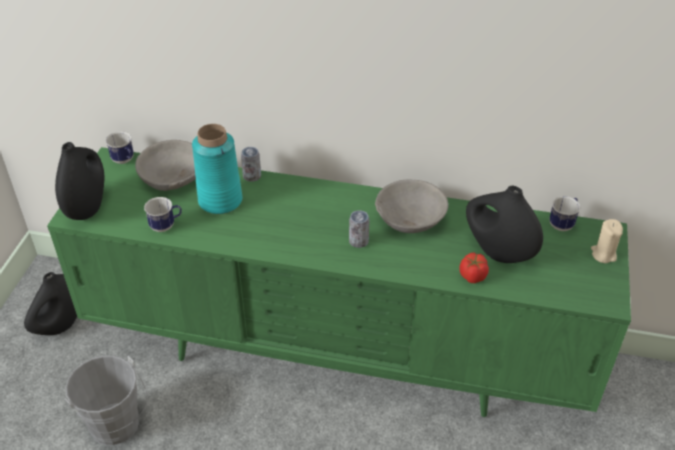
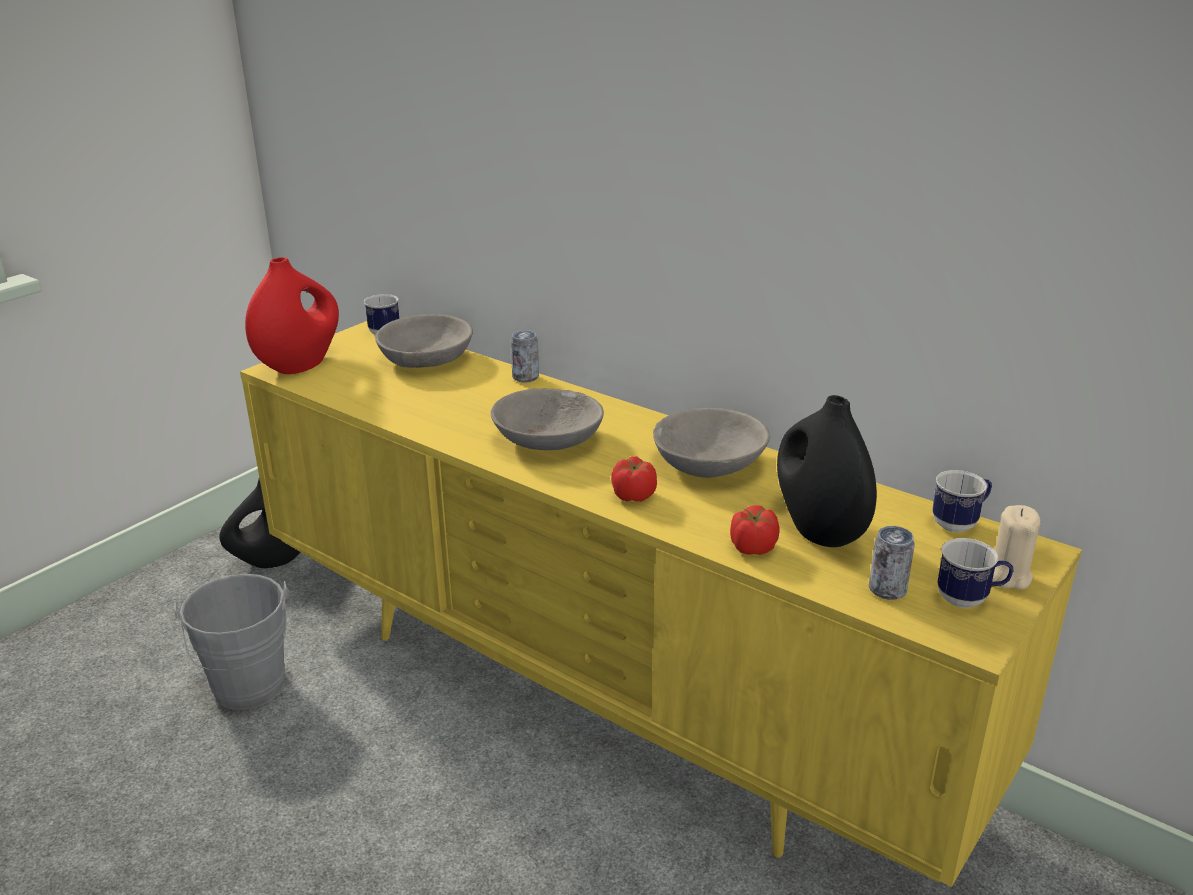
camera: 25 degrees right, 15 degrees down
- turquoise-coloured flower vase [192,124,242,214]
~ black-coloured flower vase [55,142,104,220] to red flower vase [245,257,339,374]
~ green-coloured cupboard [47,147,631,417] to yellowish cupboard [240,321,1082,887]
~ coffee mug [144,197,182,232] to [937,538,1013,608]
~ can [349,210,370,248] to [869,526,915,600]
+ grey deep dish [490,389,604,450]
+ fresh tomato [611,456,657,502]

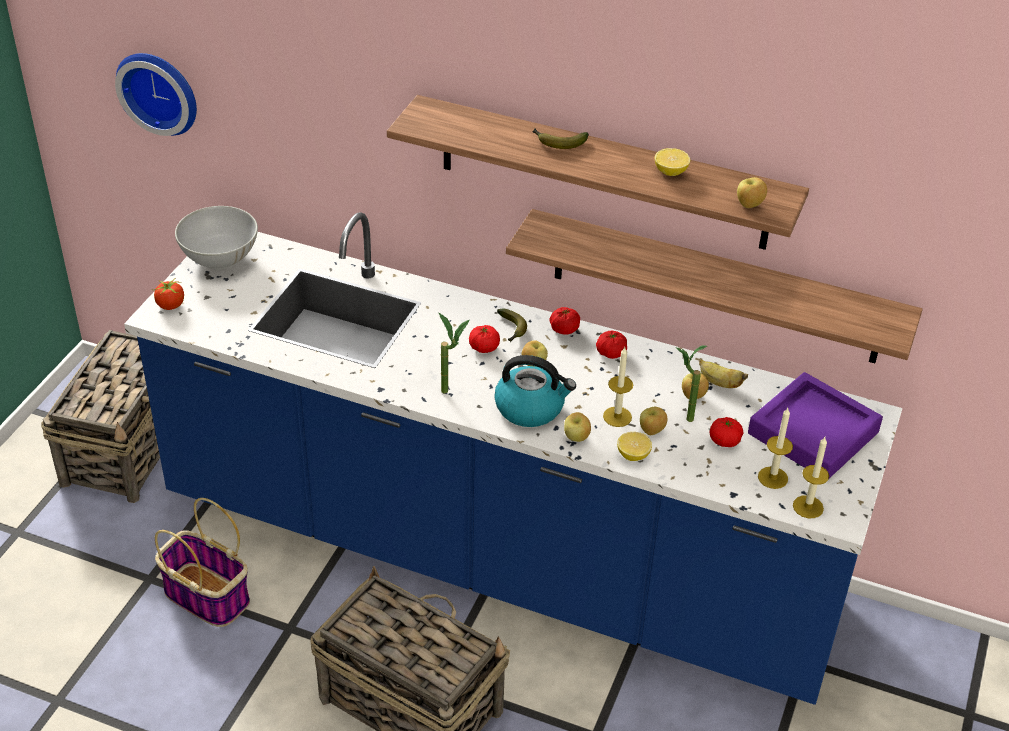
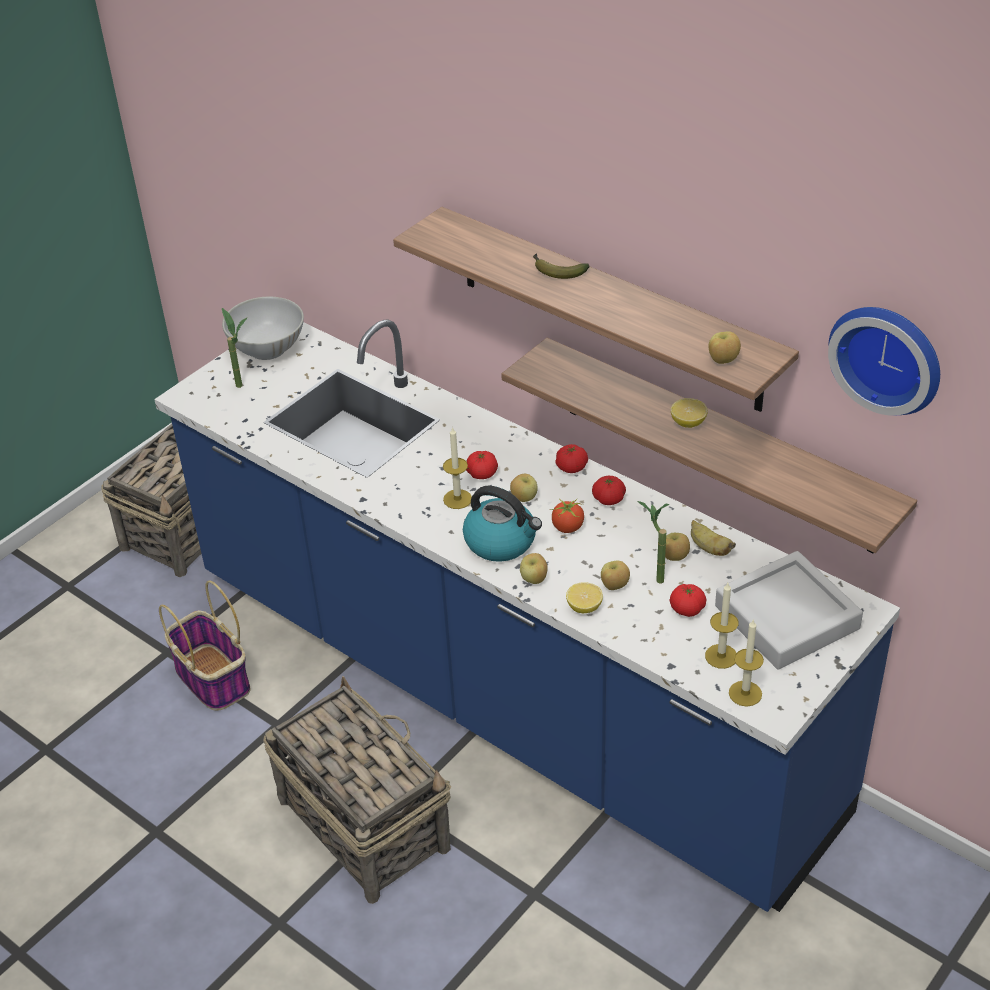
camera: 20 degrees right, 0 degrees up
~ wall clock [115,53,197,136] to [828,307,940,416]
~ whole lemon [655,148,690,176] to [671,398,708,428]
~ fresh tomato [151,279,184,310] to [550,498,584,533]
- whole banana [497,308,527,342]
~ plant in a pot [439,313,469,394] to [222,308,247,388]
~ candle [603,347,633,427] to [443,426,472,509]
~ purple serving tray [748,372,883,478] to grey serving tray [715,551,863,670]

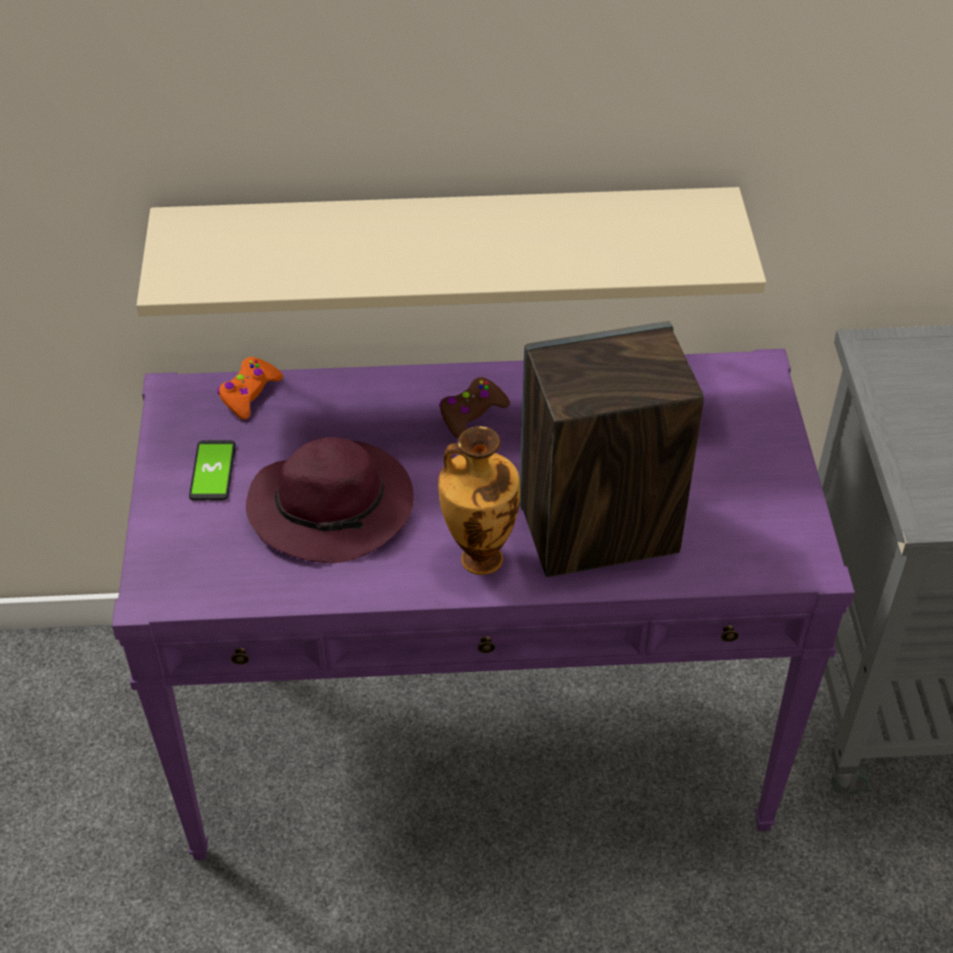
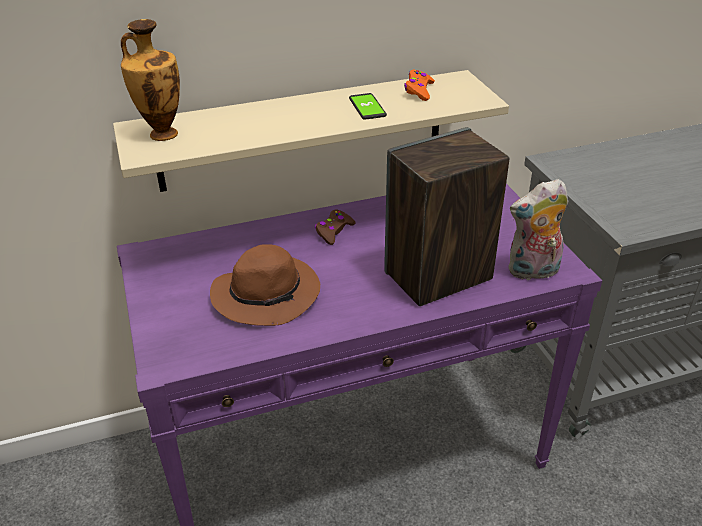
camera: 15 degrees left, 10 degrees down
~ orange game controller [217,357,283,420] to [404,70,435,101]
~ flower vase [438,426,520,575] to [121,19,180,141]
~ purple clothing hat [246,437,414,563] to brownish clothing hat [210,244,320,326]
~ telephone [189,440,236,501] to [349,93,387,120]
+ cuddly toy [508,179,568,281]

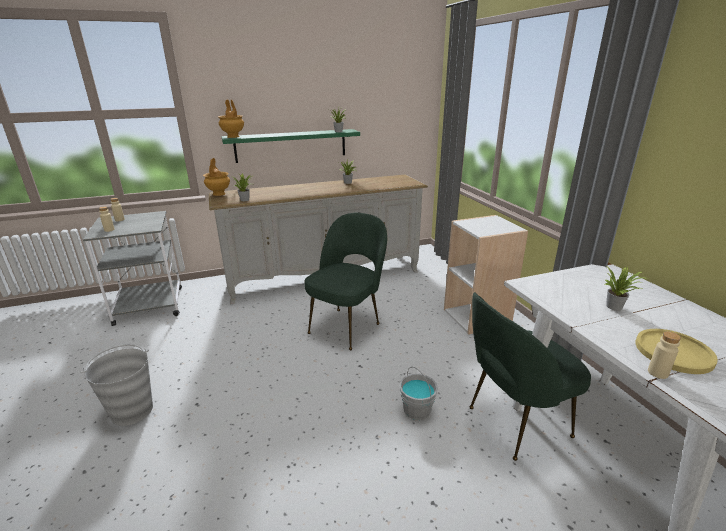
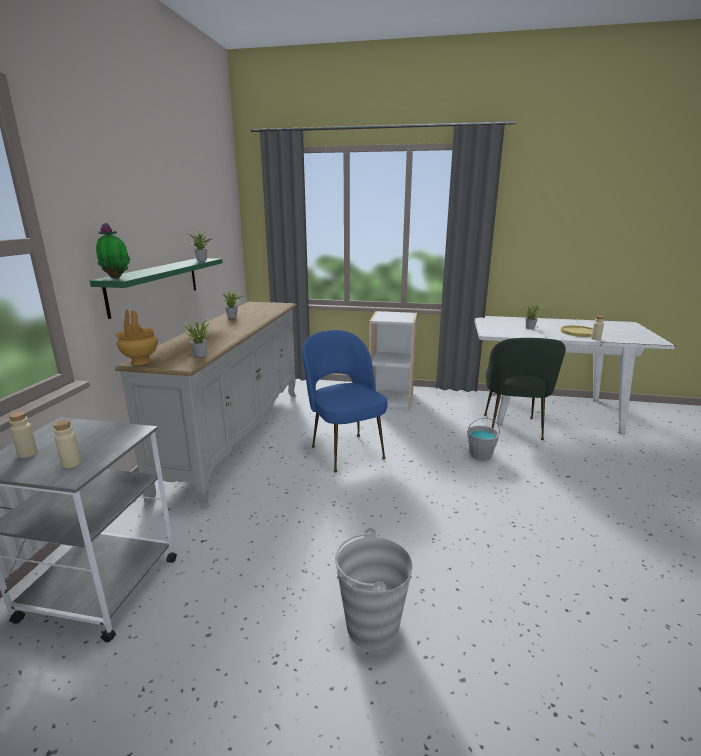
camera: 60 degrees left, 5 degrees down
~ brownish flower vase [218,100,244,138] to plant in a pot [96,223,130,279]
~ green-coloured upright chair [304,213,387,350] to blue upright chair [302,330,387,473]

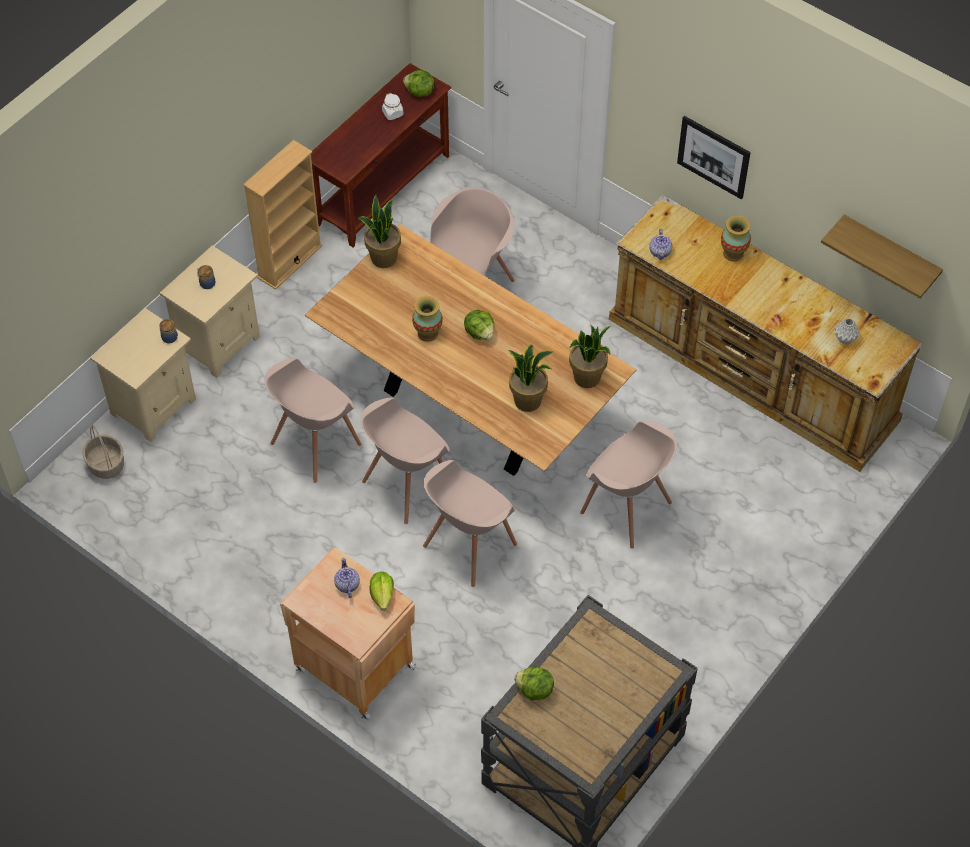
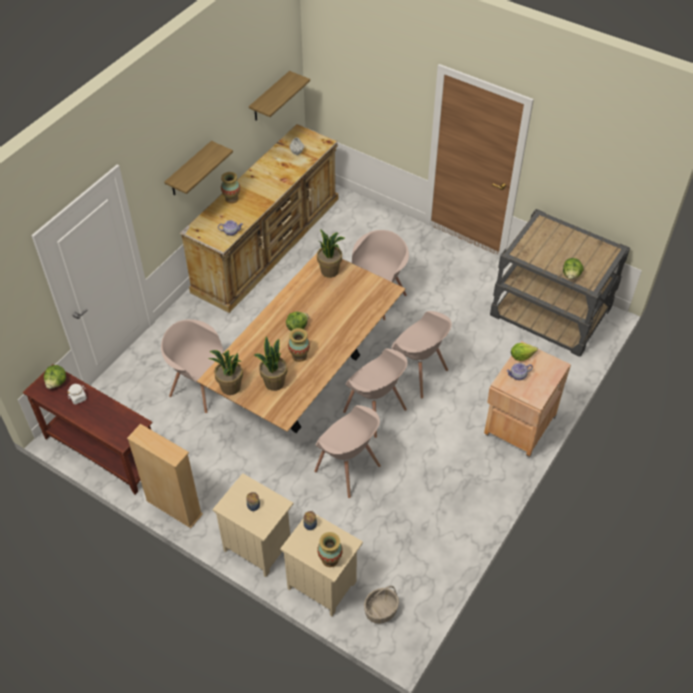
camera: 95 degrees left, 5 degrees down
~ wall art [677,116,751,200] to shelf [164,141,233,195]
~ plant in a pot [508,345,553,412] to [254,336,287,391]
+ flower vase [317,532,343,567]

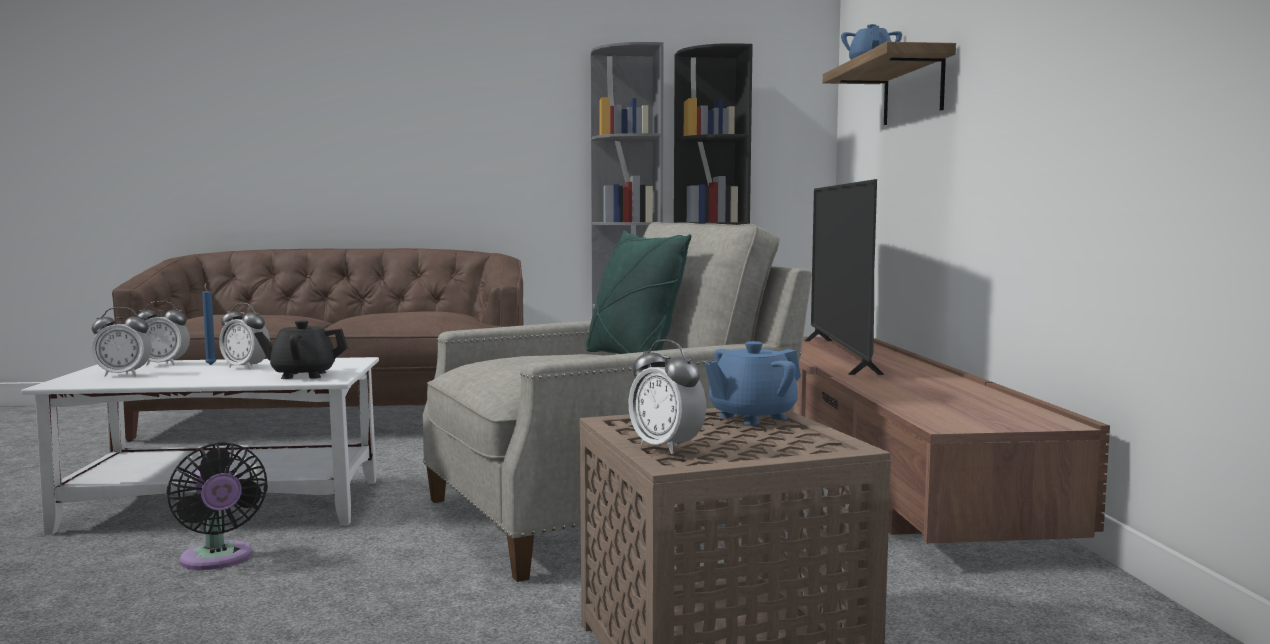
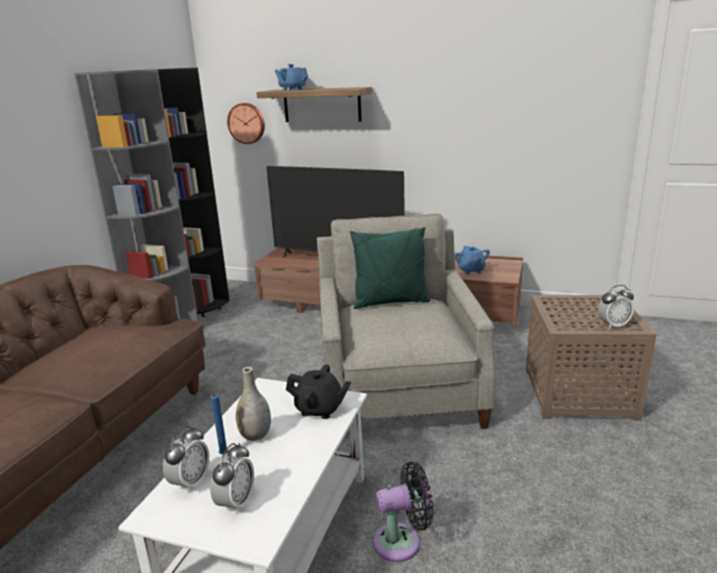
camera: 65 degrees left, 15 degrees up
~ alarm clock [219,303,270,370] to grey flower vase [236,367,271,441]
~ black-coloured pot for tea [254,320,348,379] = [286,364,351,419] 90 degrees counterclockwise
~ blue pot for tea [705,341,801,425] to [455,246,490,274]
+ wall clock [227,103,265,144]

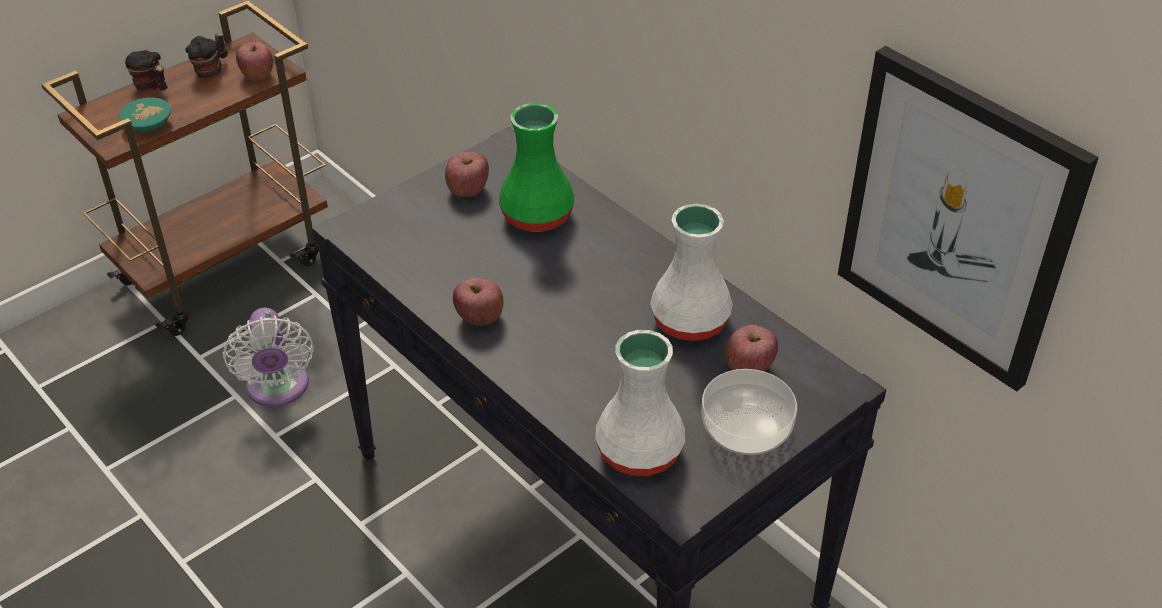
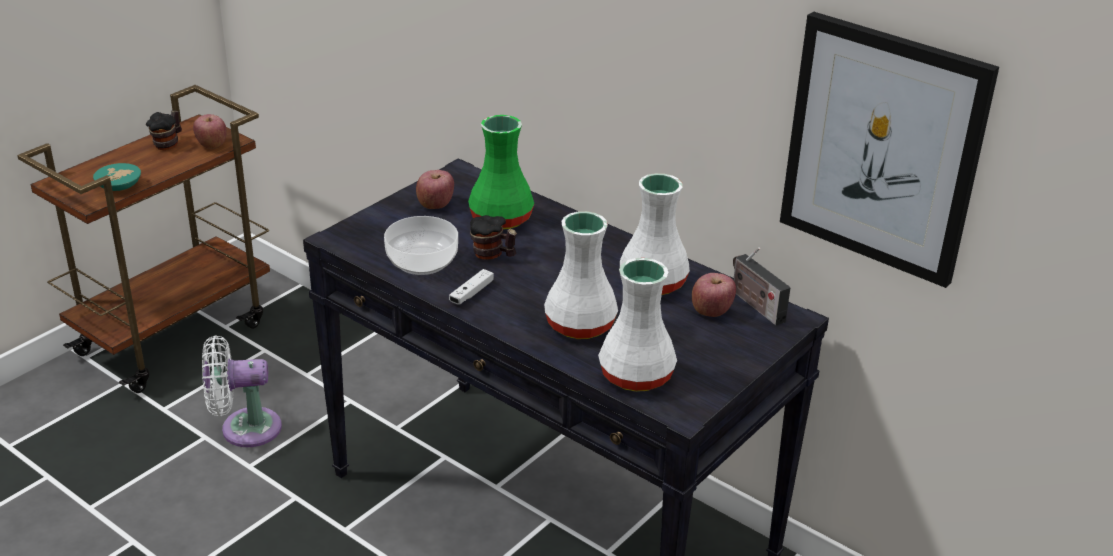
camera: 10 degrees left, 10 degrees down
~ coffee mug [125,50,168,92] to [470,215,517,260]
~ apple fruit [453,278,503,326] to whitish game controller [449,269,494,305]
~ whitish fan [223,307,314,407] = [202,336,282,447] 105 degrees clockwise
~ deep dish [702,369,797,455] to [384,216,458,275]
+ whitish flower vase [544,211,618,339]
+ radio [733,247,791,326]

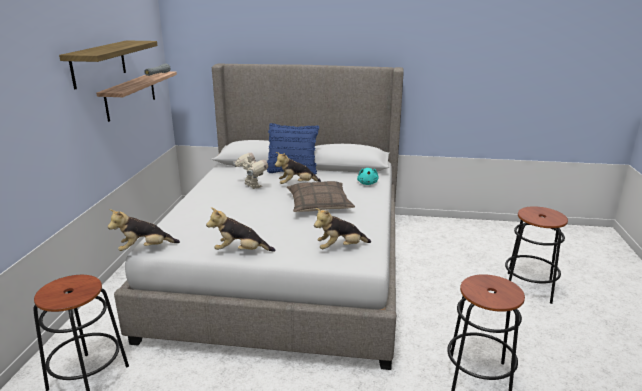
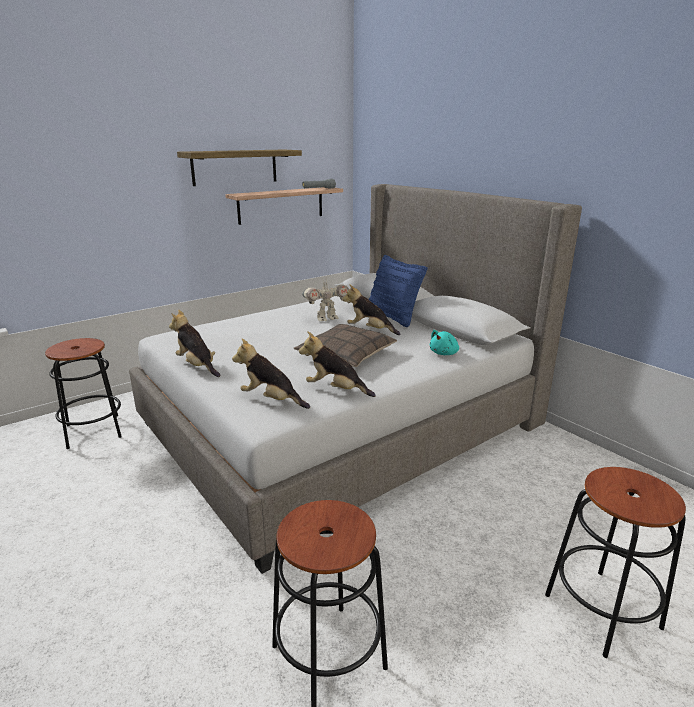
camera: 45 degrees right, 0 degrees up
~ robot figure [233,153,268,189] = [302,278,349,321] 60 degrees clockwise
~ cuddly toy [108,209,180,251] to [299,331,376,397]

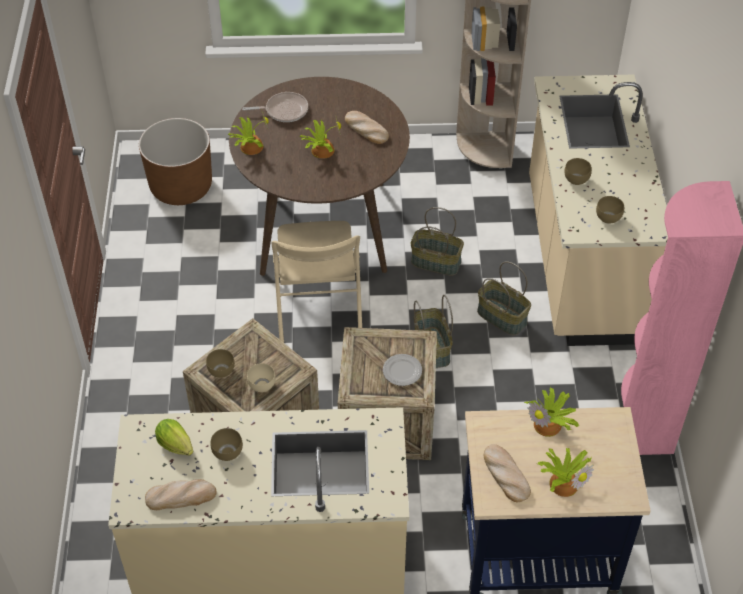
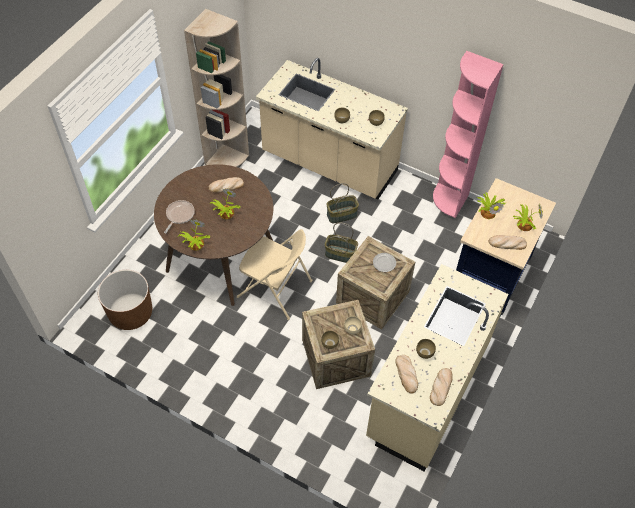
camera: 60 degrees left, 5 degrees up
- basket [410,207,464,275]
~ head of lettuce [155,419,193,456] to bakery bread [395,355,418,394]

